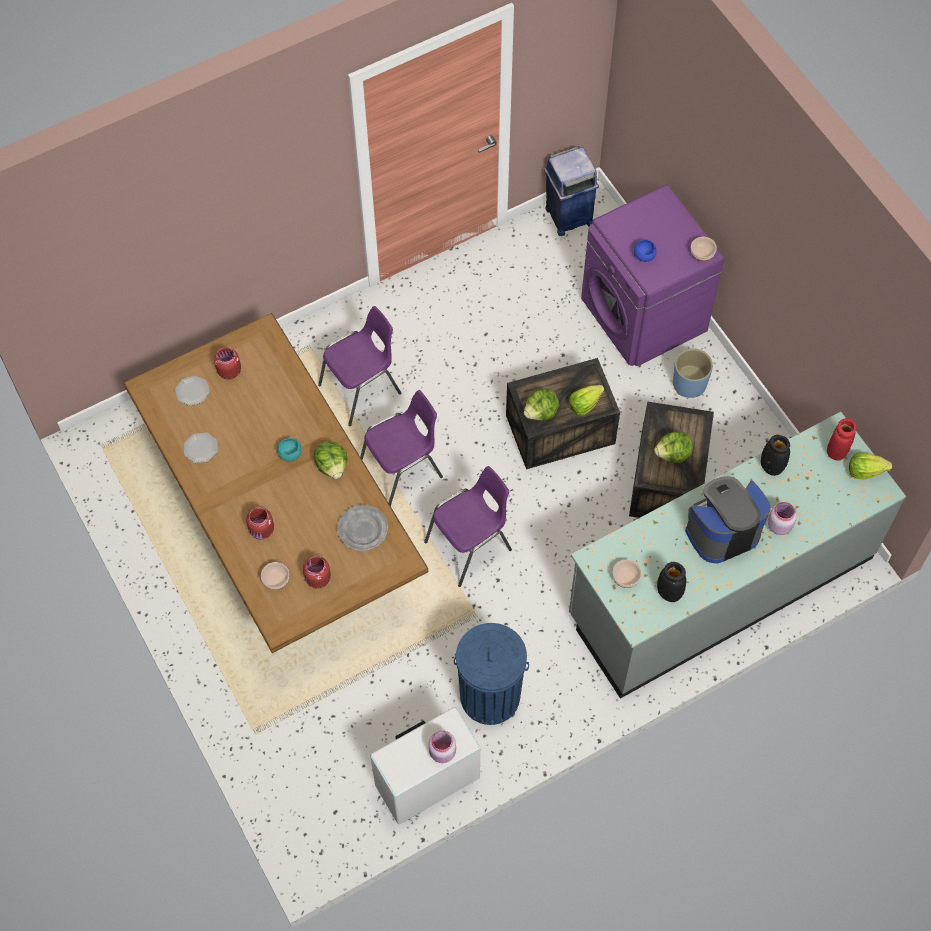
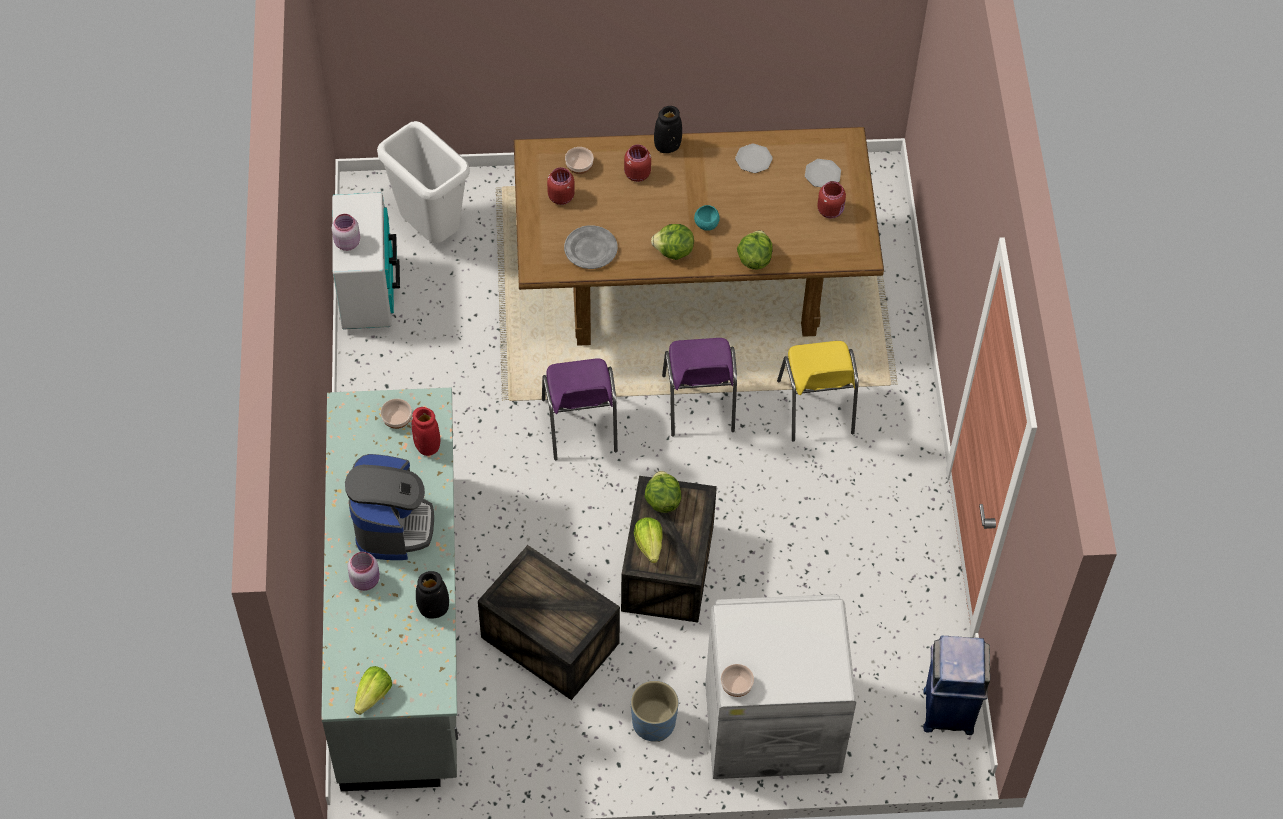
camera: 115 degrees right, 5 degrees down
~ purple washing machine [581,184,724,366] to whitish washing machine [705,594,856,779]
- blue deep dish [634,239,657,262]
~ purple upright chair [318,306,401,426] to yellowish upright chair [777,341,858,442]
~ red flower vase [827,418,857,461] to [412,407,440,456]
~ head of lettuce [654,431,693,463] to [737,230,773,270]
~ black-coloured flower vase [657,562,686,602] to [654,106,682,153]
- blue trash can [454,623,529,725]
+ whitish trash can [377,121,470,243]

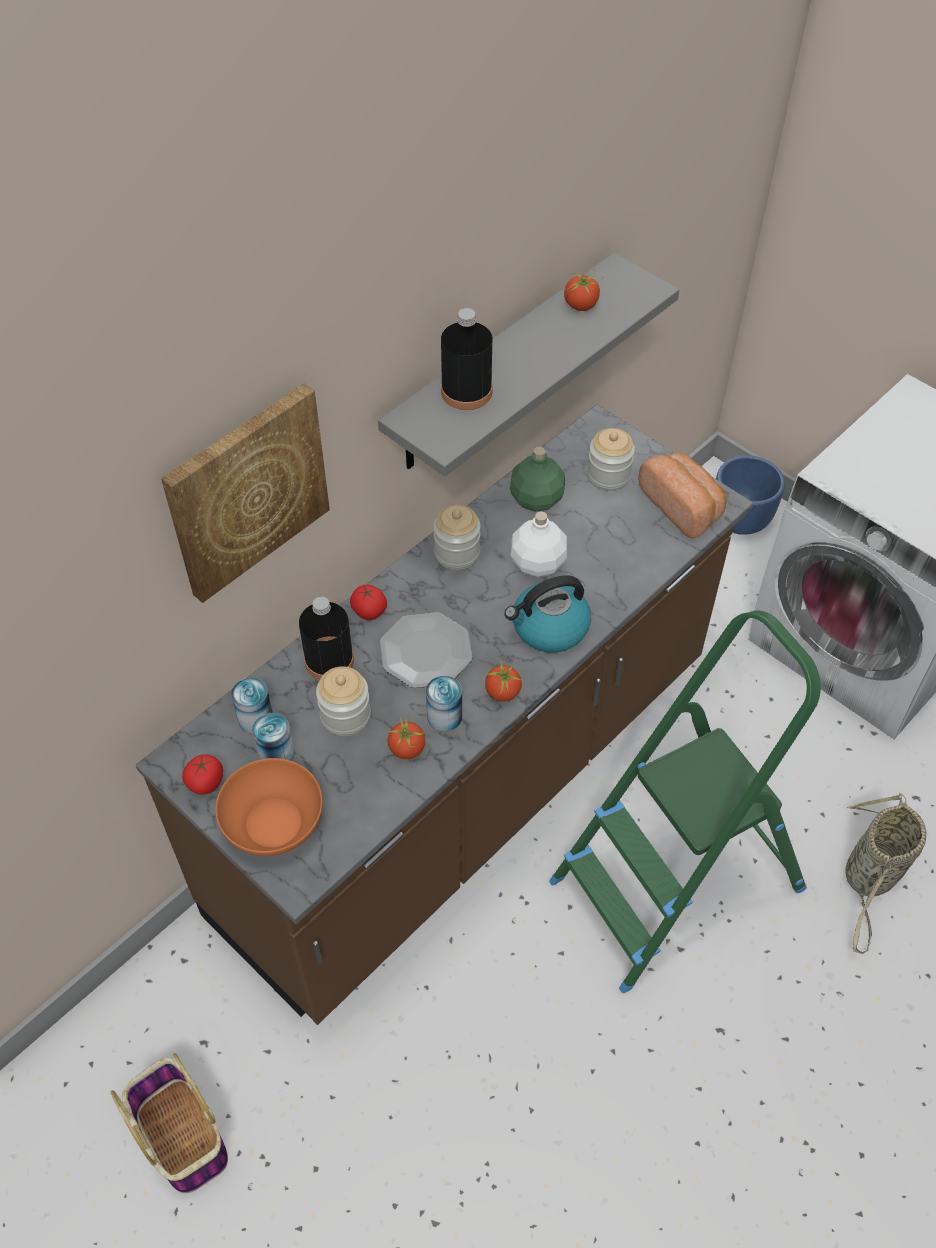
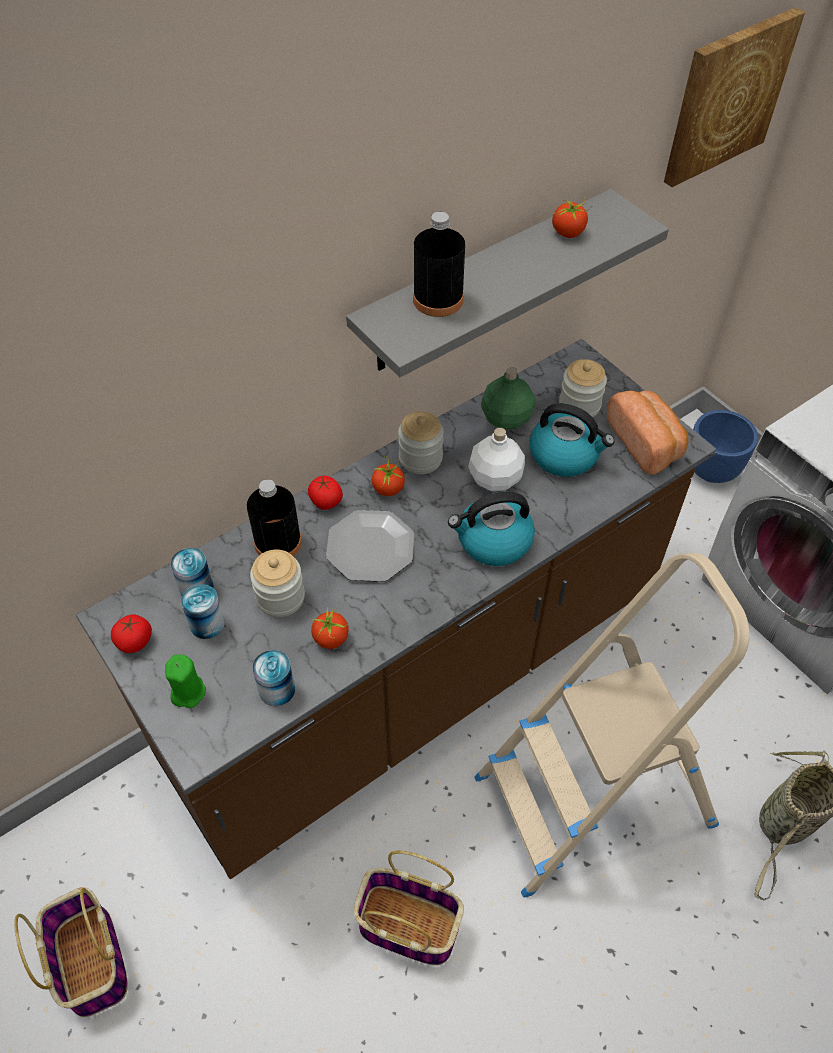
camera: 10 degrees right, 0 degrees up
~ wall art [161,383,330,603] to [664,7,805,187]
~ green-coloured step ladder [549,611,821,993] to beige-coloured step ladder [474,553,750,897]
~ fresh tomato [485,658,522,702] to [371,456,405,496]
~ can [426,676,462,732] to [252,650,295,706]
~ orange deep dish [215,758,323,856] to green-coloured candle [165,655,206,708]
+ kettle [530,403,614,477]
+ basket [354,851,464,965]

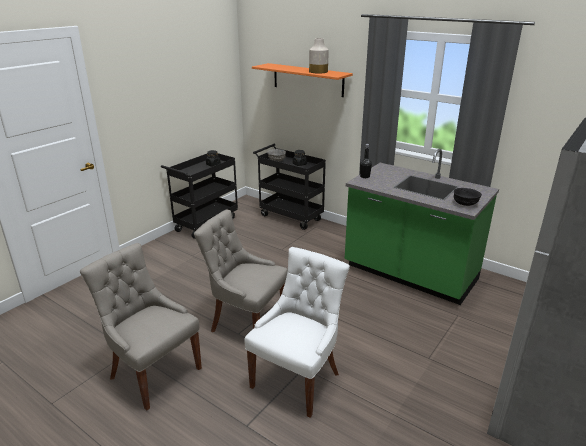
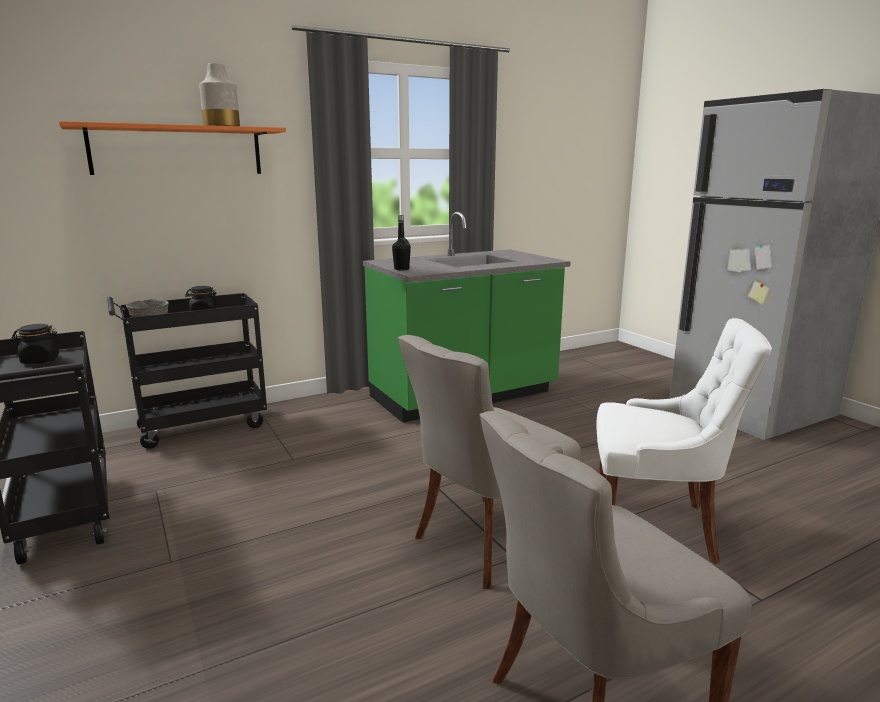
camera: 65 degrees left, 10 degrees down
- black-coloured deep dish [454,188,482,206]
~ whitish upright chair [244,247,350,418] = [596,318,772,564] 135 degrees clockwise

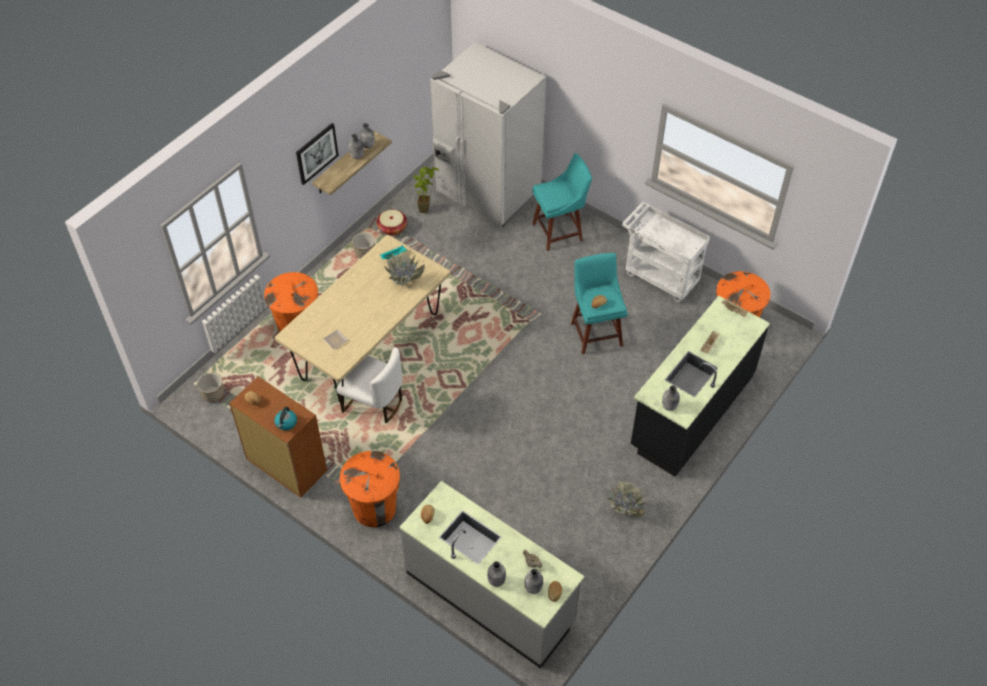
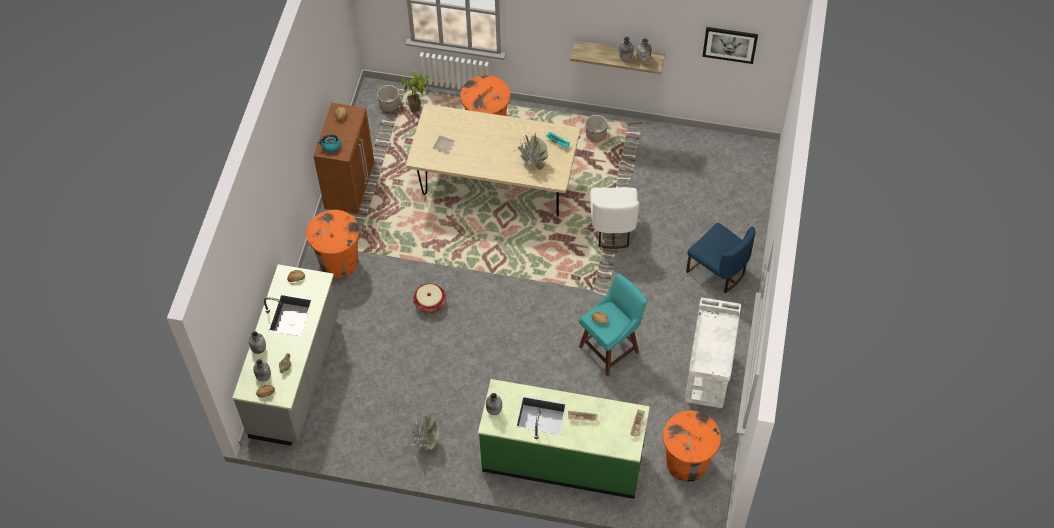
camera: 65 degrees right, 5 degrees up
- whitish kitchen fridge [430,42,546,227]
~ wall art [296,123,339,185] to [702,27,758,64]
~ turquoise-coloured stool [532,153,592,251] to blue upright chair [686,223,755,293]
~ plant in a pot [413,167,440,213] to [400,72,430,113]
~ basket [377,210,407,236] to [413,283,446,313]
~ black-coloured counter [631,296,770,477] to green-coloured counter [478,379,650,499]
~ whitish upright chair [336,347,402,423] to [590,188,639,249]

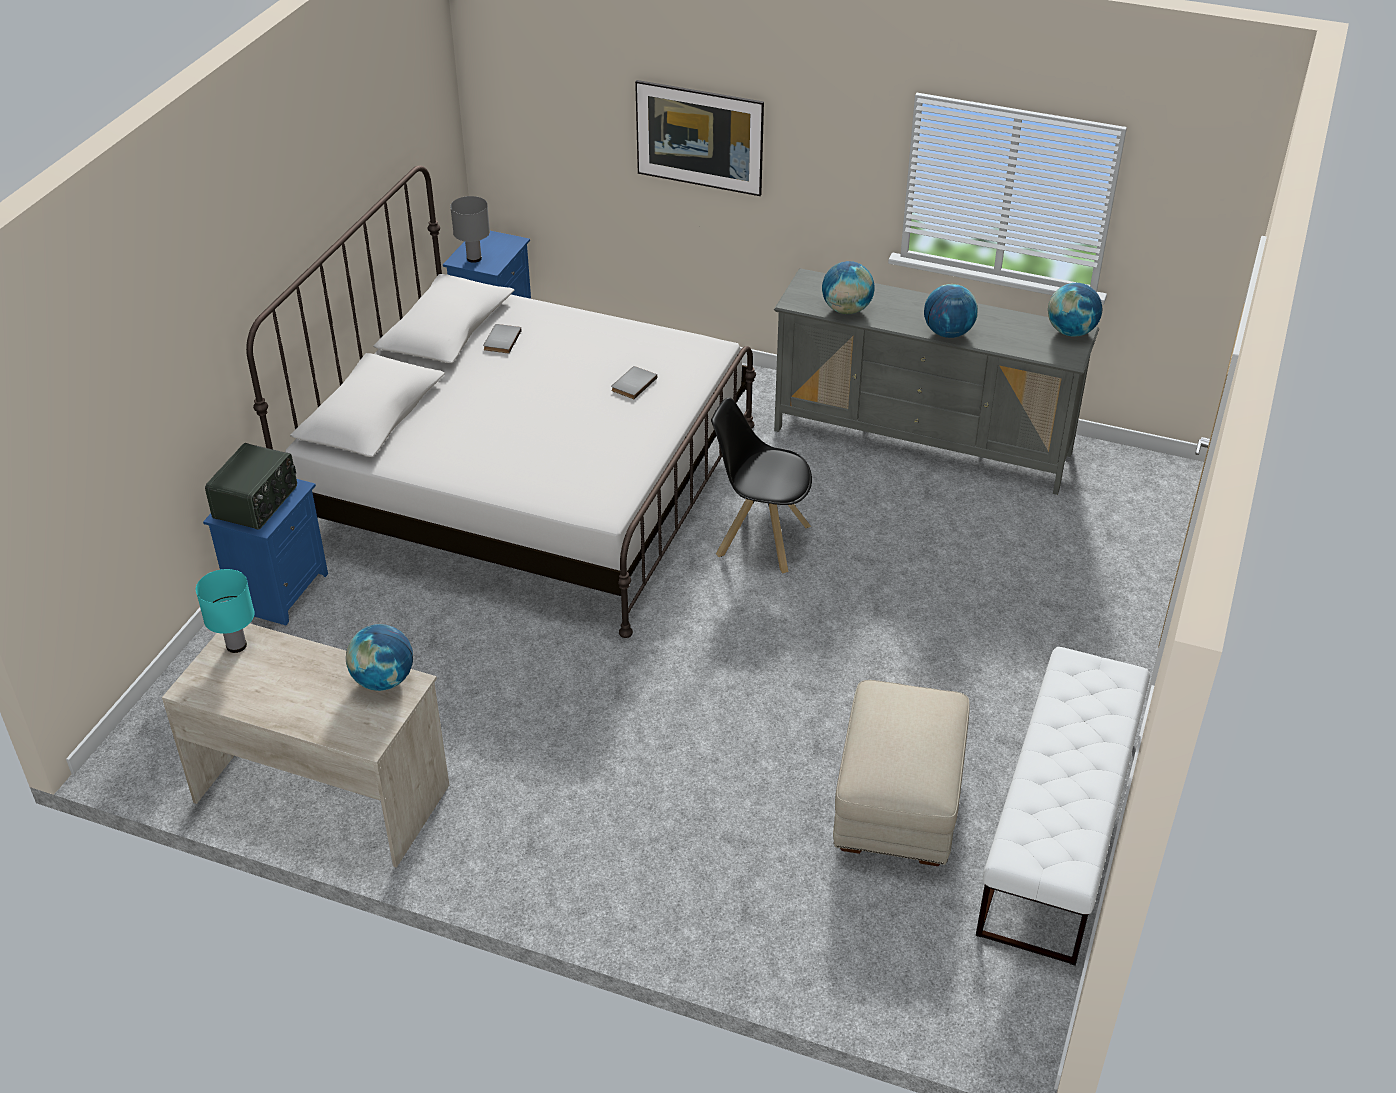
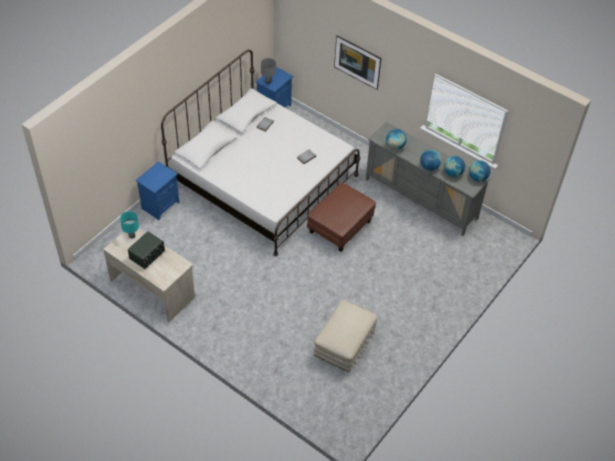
camera: 15 degrees right, 10 degrees up
~ black-coloured upright chair [711,397,812,573] to brownish pouffe [307,182,376,252]
~ radio [205,443,297,530] to [128,231,165,269]
~ world globe [346,624,413,691] to [444,156,465,177]
- whitish indoor bench [976,647,1150,966]

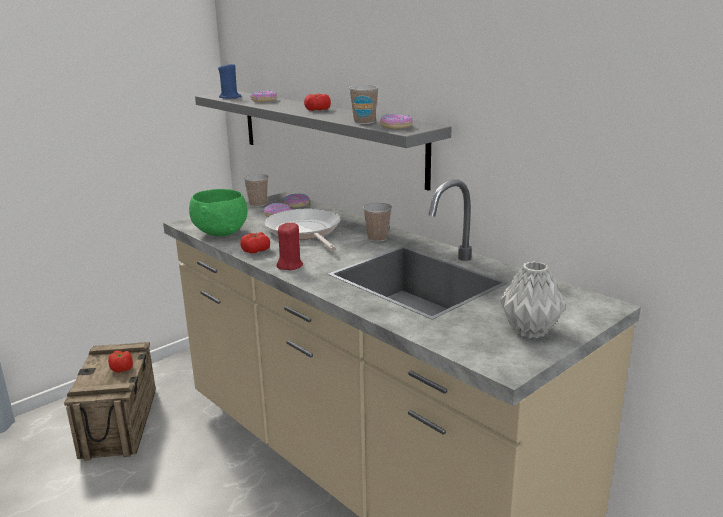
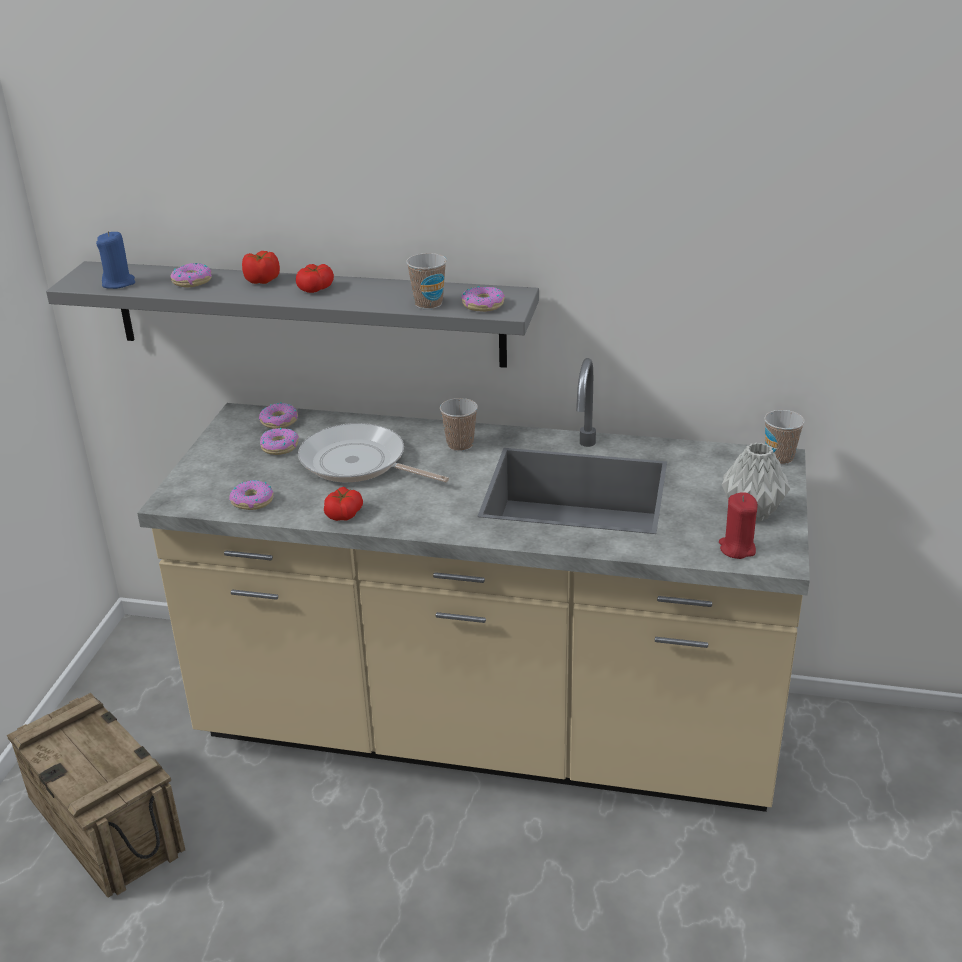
camera: 35 degrees left, 10 degrees up
~ small cup [244,174,268,207] to [764,410,805,465]
~ green-coloured deep dish [189,189,248,236] to donut [229,480,273,510]
~ red candle [276,222,303,270] to [719,492,758,559]
~ fresh tomato [108,351,133,373] to [242,251,280,284]

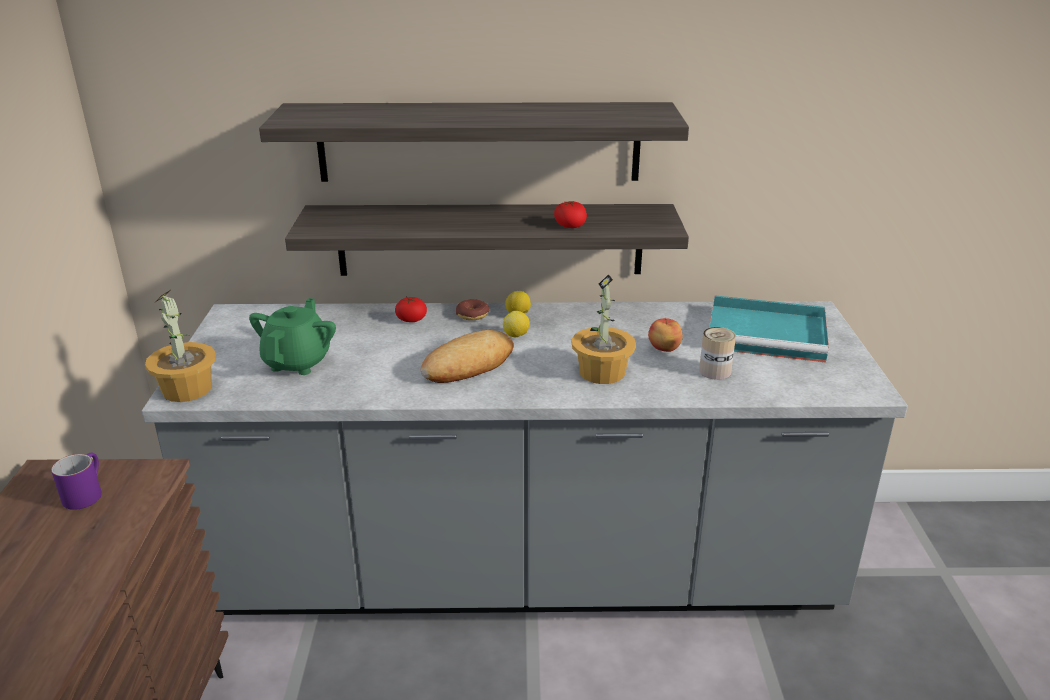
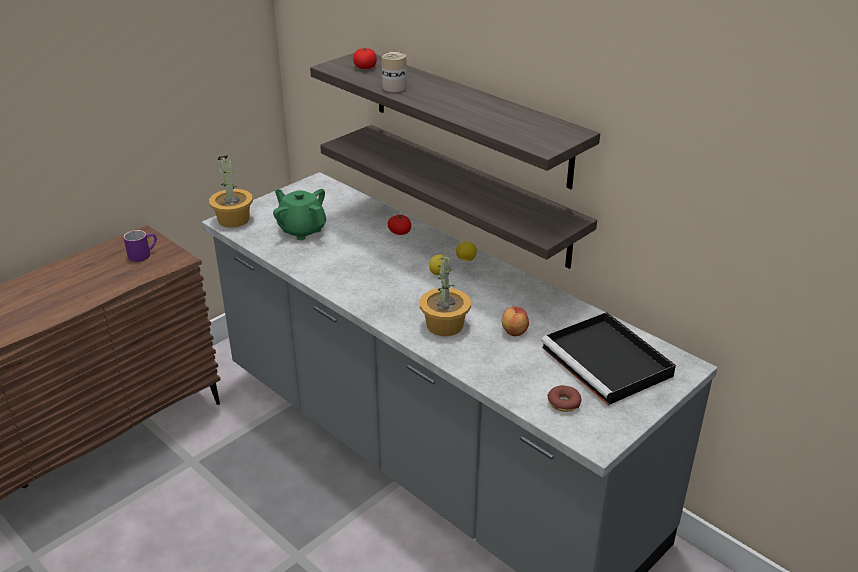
camera: 45 degrees right, 5 degrees up
~ fresh tomato [554,201,587,228] to [353,48,377,69]
~ turquoise-coloured serving tray [709,295,829,363] to black-coloured serving tray [541,312,676,405]
~ green-coloured pot for tea [249,298,336,375] = [273,189,326,240] 105 degrees counterclockwise
~ donut [456,299,489,320] to [547,385,582,412]
~ can [699,327,736,380] to [381,51,407,92]
- bakery bread [421,330,514,383]

